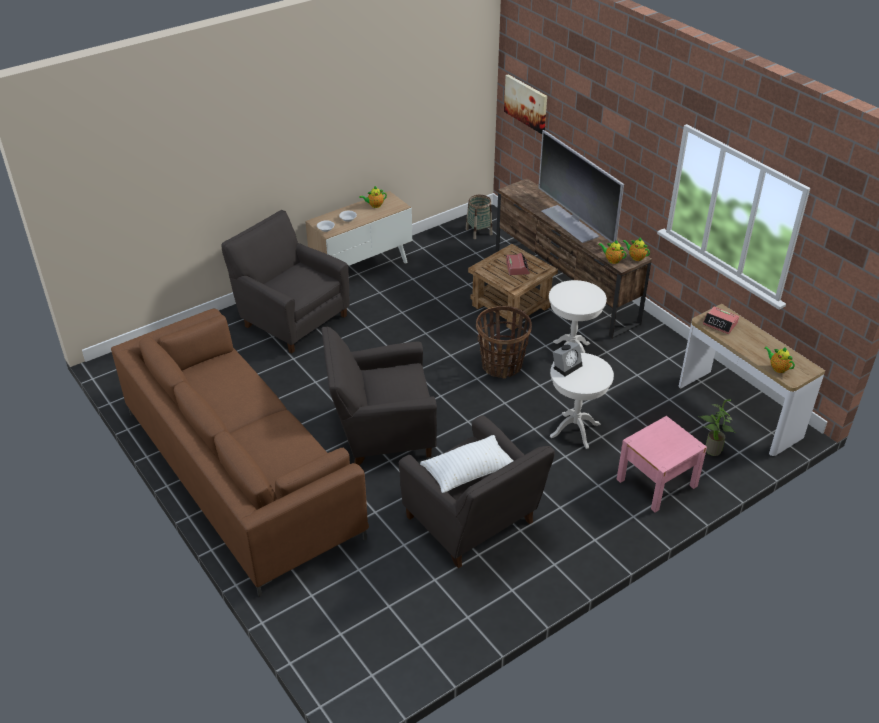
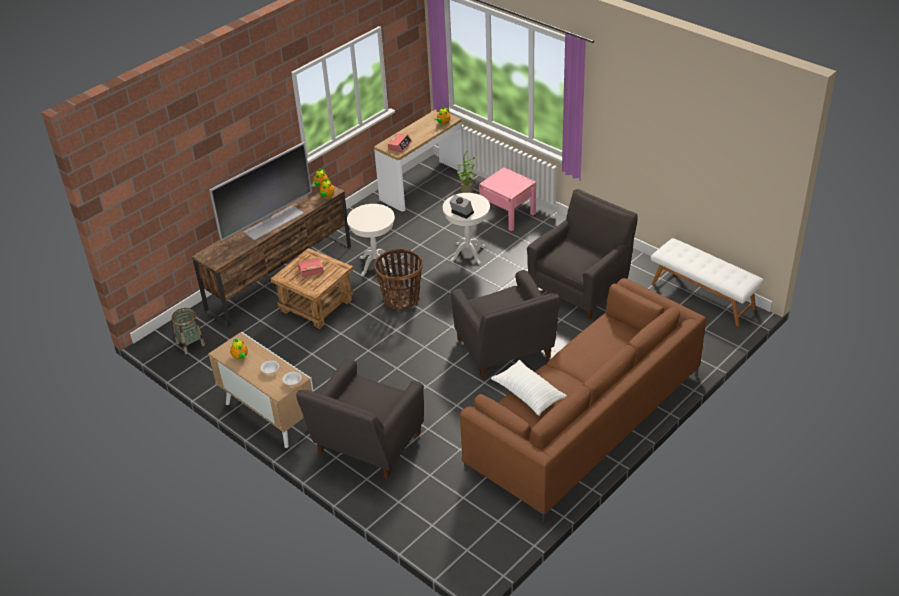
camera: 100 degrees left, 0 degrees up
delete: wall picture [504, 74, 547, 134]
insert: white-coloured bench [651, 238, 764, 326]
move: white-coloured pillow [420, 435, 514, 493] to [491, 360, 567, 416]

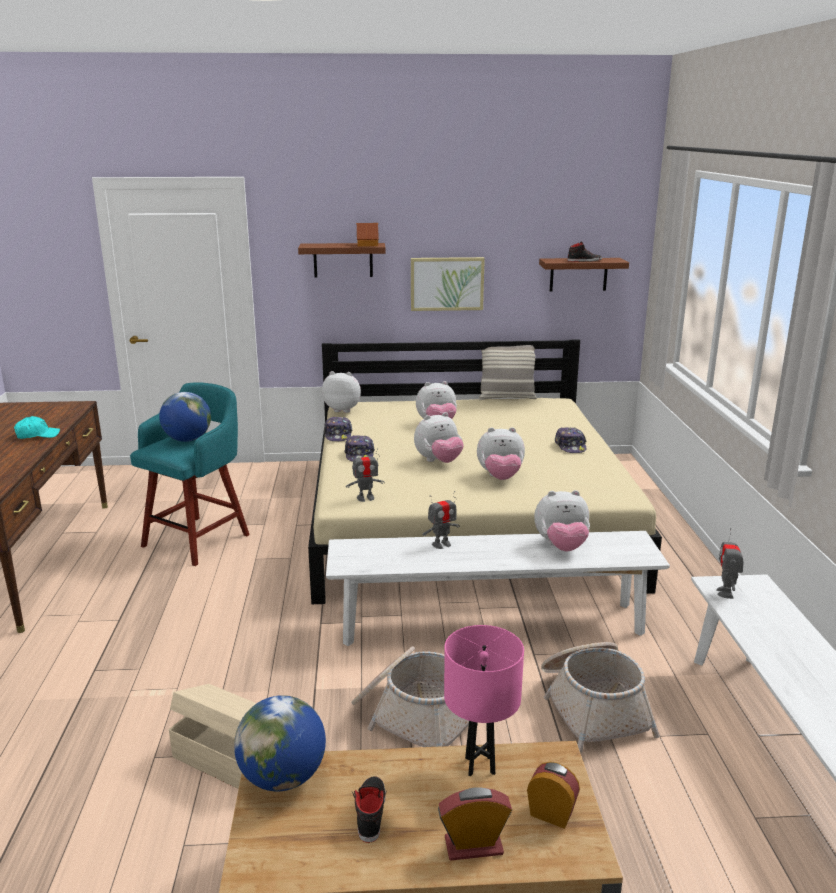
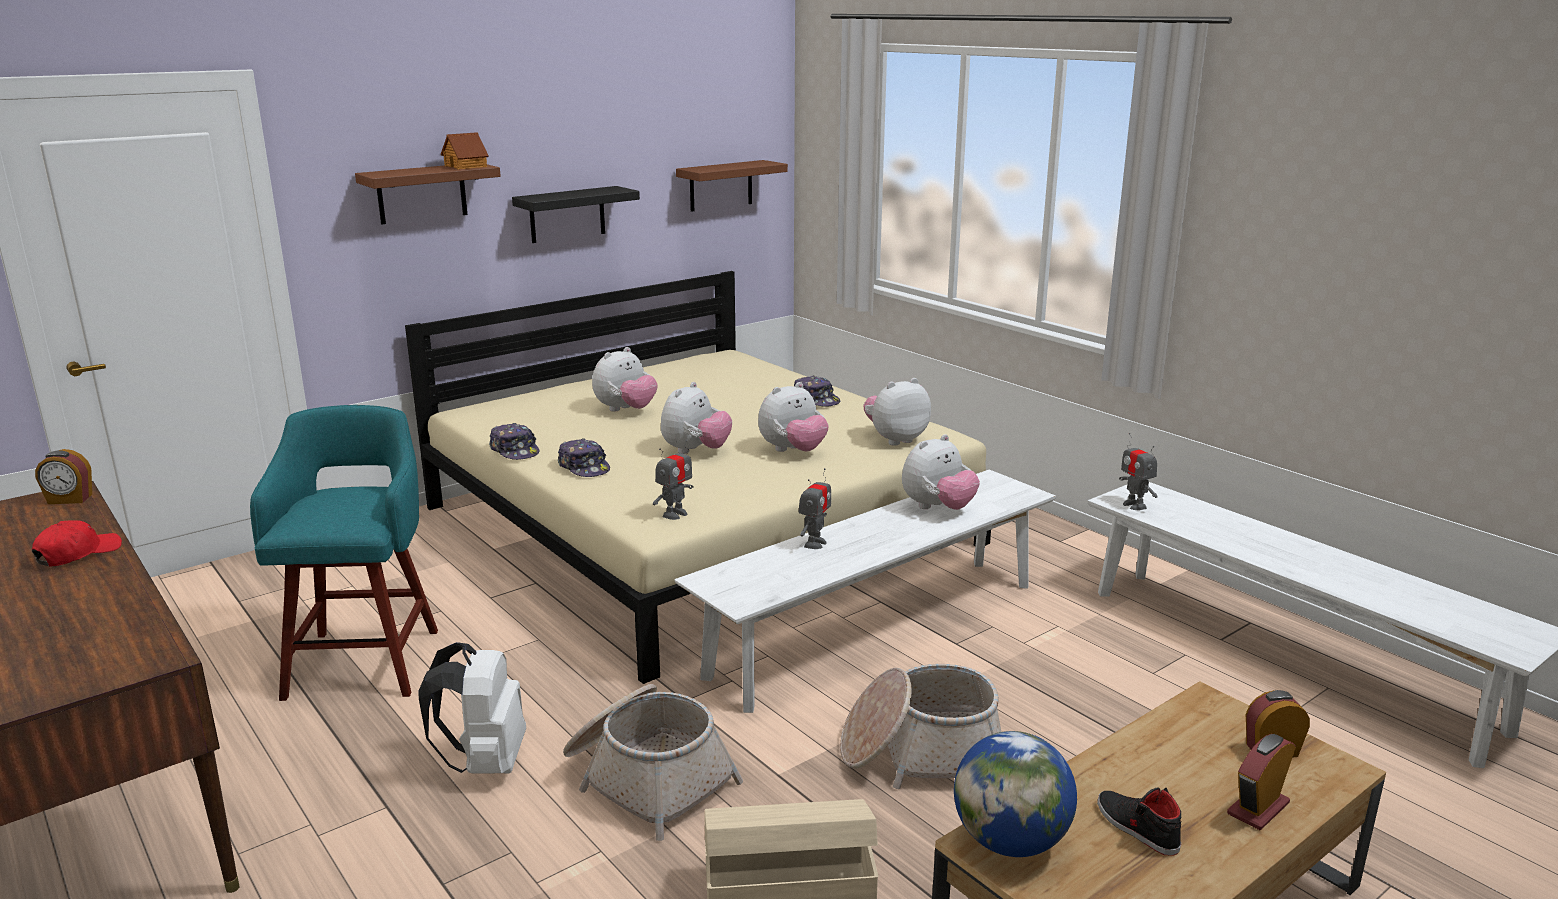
camera: 35 degrees left, 0 degrees up
delete: globe [159, 392, 211, 442]; pink-coloured lamp for a table [444, 625, 524, 776]; pillow [479, 345, 537, 400]; black shoe [567, 241, 602, 262]
insert: bedside clock [35, 449, 92, 504]; white-coloured rucksack [418, 642, 526, 774]
move: plush toy [322, 371, 361, 413] to [863, 378, 931, 446]; household basket [541, 642, 660, 753] to [563, 684, 743, 841]
replace: wall picture [411, 257, 485, 311] to black wall shelf [512, 186, 640, 243]
recolor: blue-green baseball cap [14, 416, 60, 439] to red-coloured baseball cap [32, 520, 122, 567]

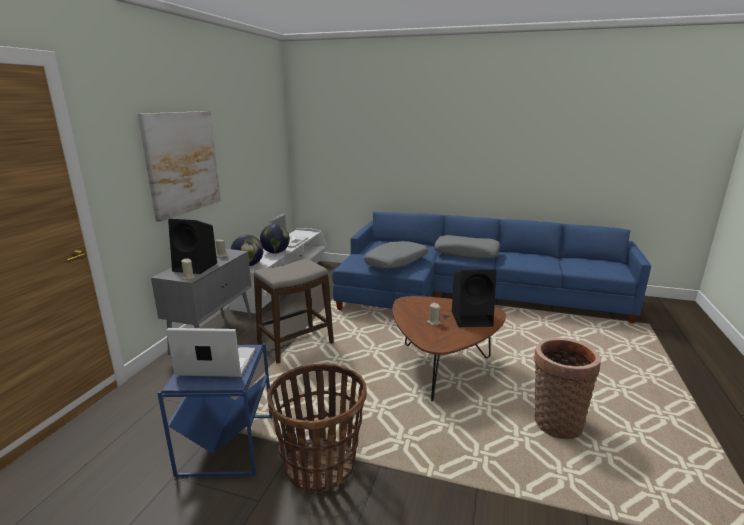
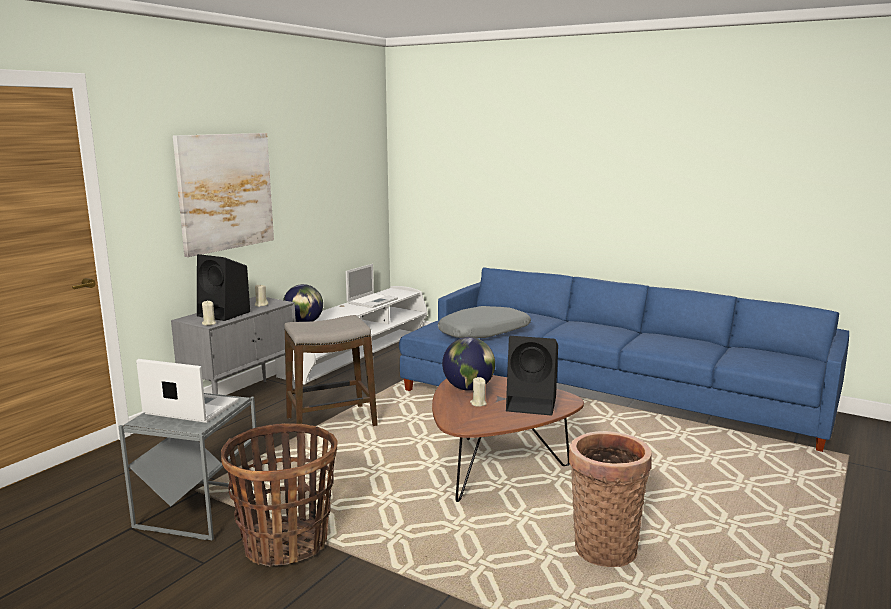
camera: 15 degrees right, 5 degrees down
delete: greyish pillow [434, 235, 500, 259]
move: globe [260, 224, 290, 254] to [442, 337, 495, 391]
recolor: blue side table [157, 343, 272, 477] to greyish side table [118, 393, 256, 540]

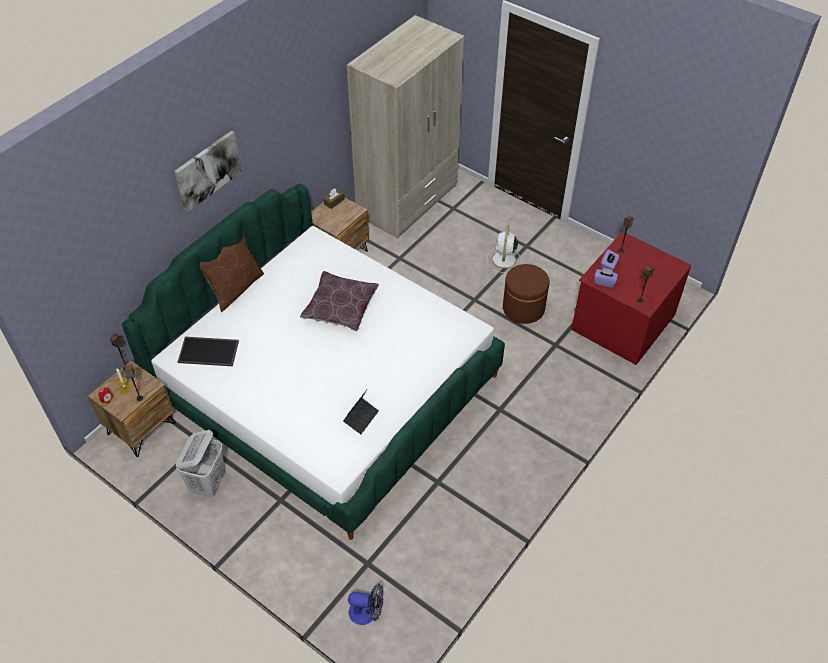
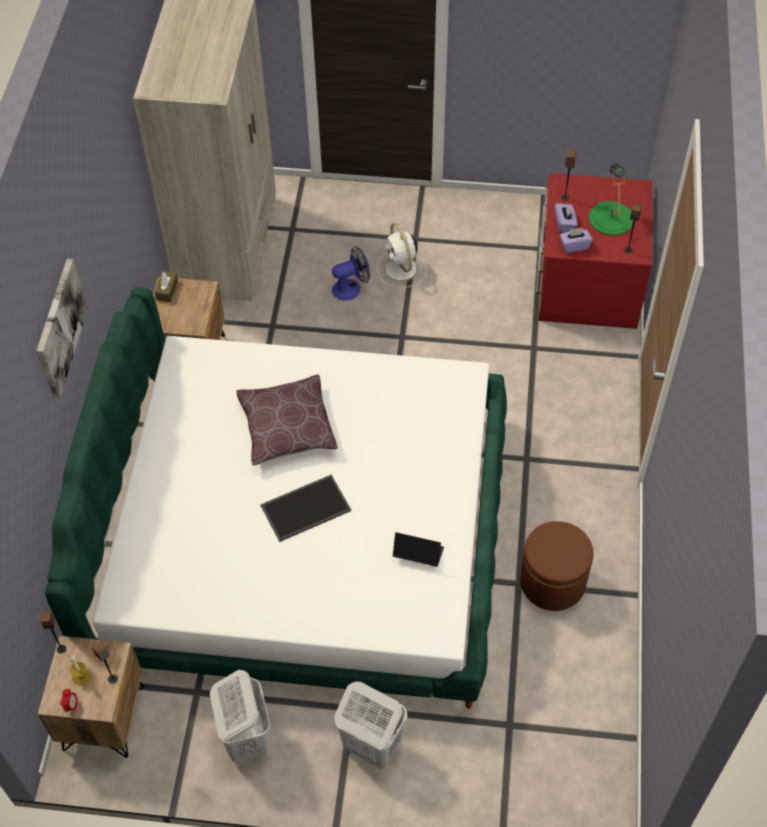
camera: 30 degrees left, 5 degrees up
delete: brown-coloured pillow [200, 233, 264, 312]
insert: white-coloured laundry basket [334, 681, 407, 769]; green lamp for a table [588, 163, 633, 236]
move: carrying tray [178, 337, 239, 366] to [260, 475, 351, 542]; cooling fan [348, 583, 383, 625] to [332, 246, 370, 300]; brown-coloured ottoman [503, 264, 550, 324] to [520, 521, 593, 611]
rotate: portable computer [343, 390, 379, 434] = [393, 532, 444, 567] 75 degrees counterclockwise

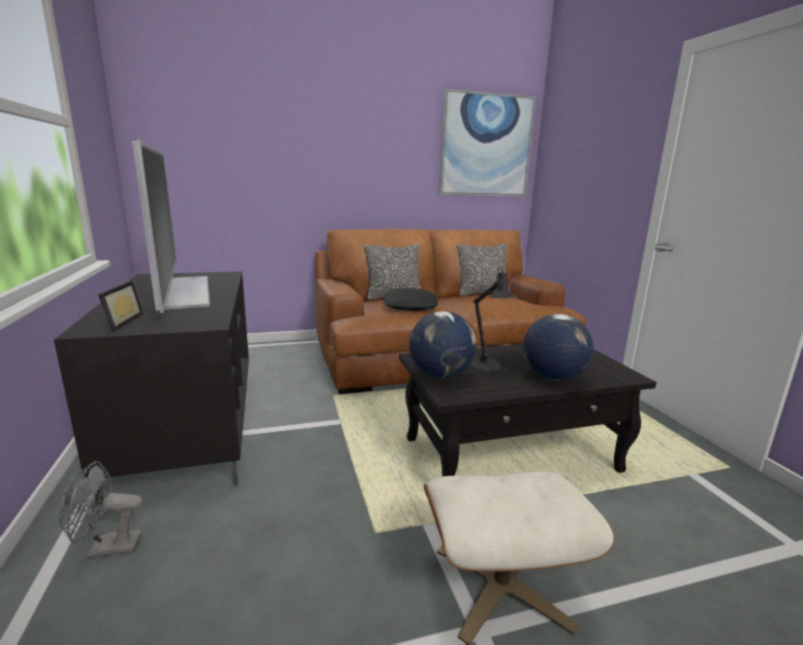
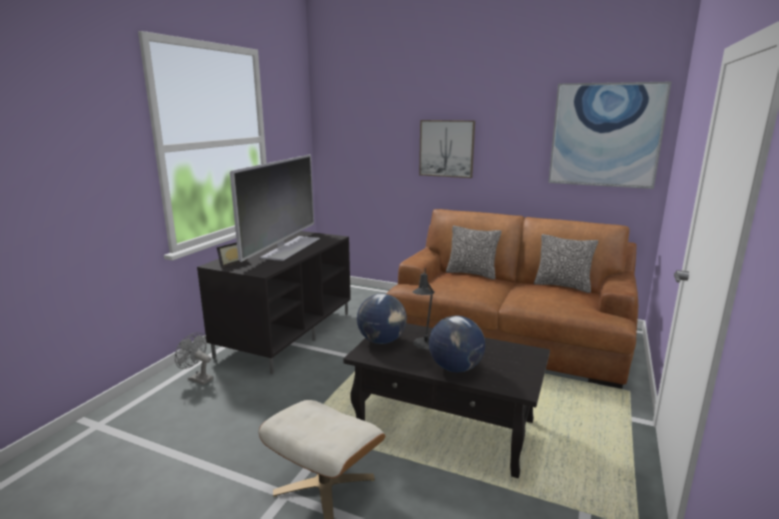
camera: 40 degrees right, 0 degrees up
delete: black pillow [384, 288, 438, 311]
insert: wall picture [419, 120, 475, 178]

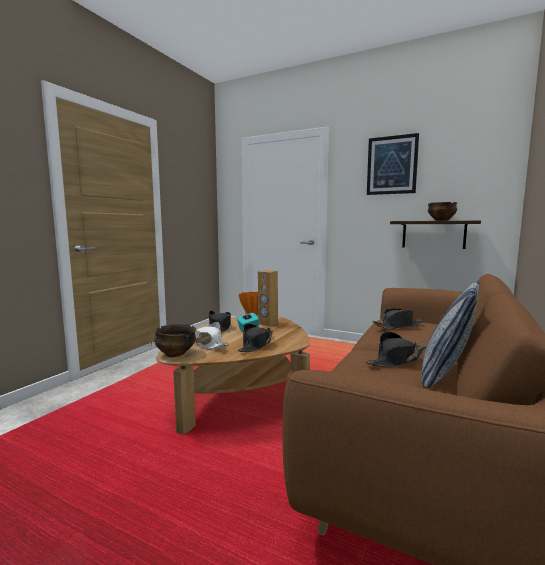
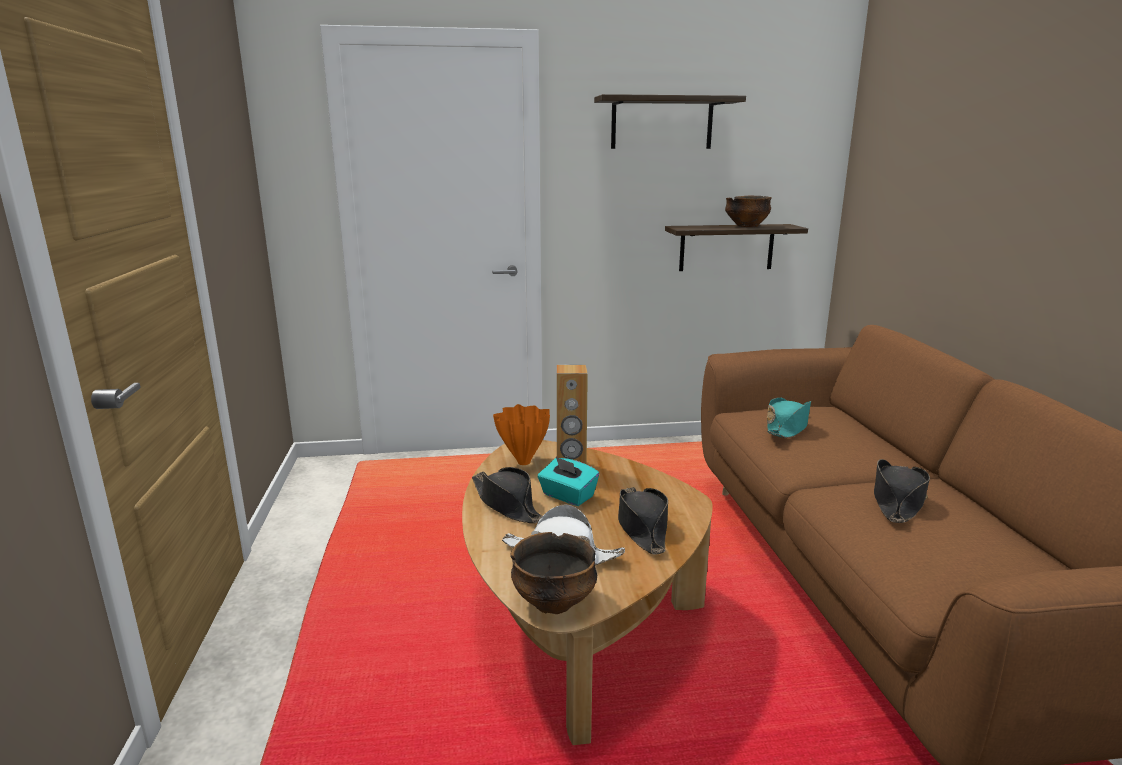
camera: 35 degrees left, 10 degrees up
delete: pillow [422, 281, 479, 388]
replace: wall picture [367, 133, 419, 195] to wall shelf [594, 94, 746, 149]
recolor: black clothing hat [372, 308, 423, 329] to blue-green clothing hat [767, 398, 811, 438]

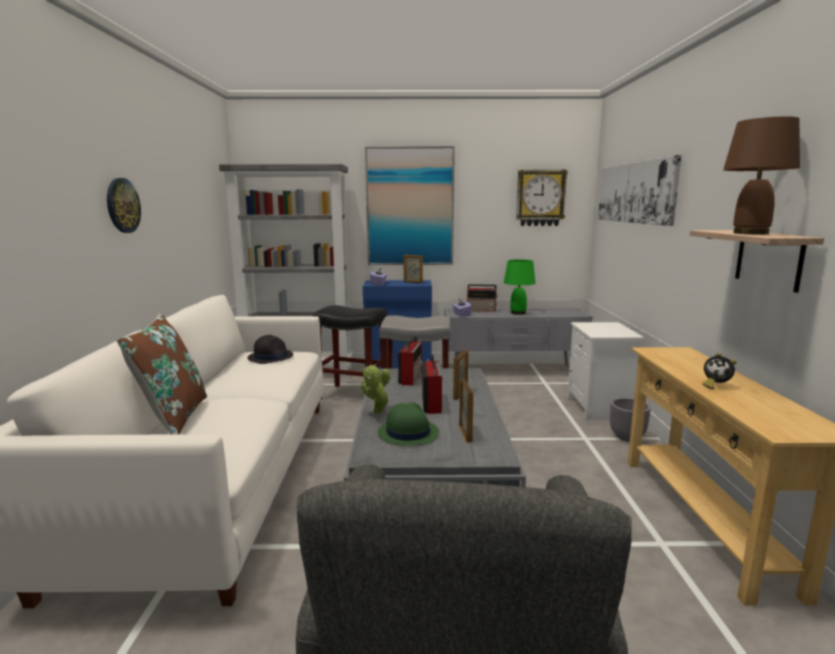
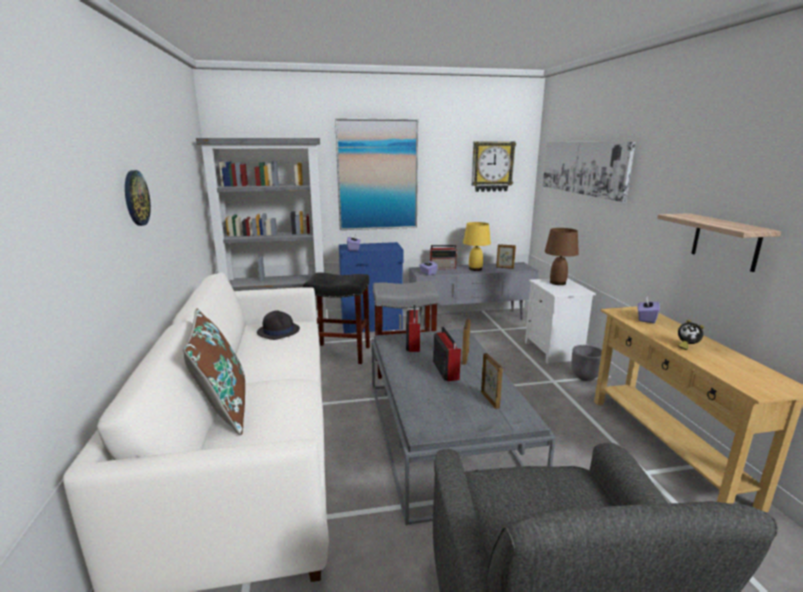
camera: 10 degrees left, 5 degrees up
delete: houseplant [361, 365, 390, 415]; green clothing hat [378, 403, 439, 446]
insert: purple box of tissues [638, 297, 660, 323]
move: photo frame [404, 255, 423, 283] to [496, 244, 516, 269]; brown-coloured lamp for a table [723, 116, 800, 234] to [545, 228, 579, 285]
recolor: green lamp for a table [504, 259, 535, 315] to yellowish lamp for a table [463, 222, 491, 271]

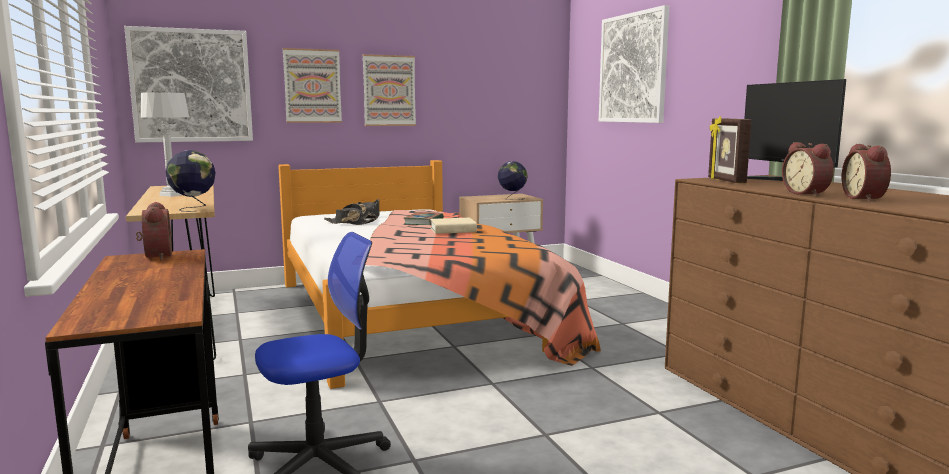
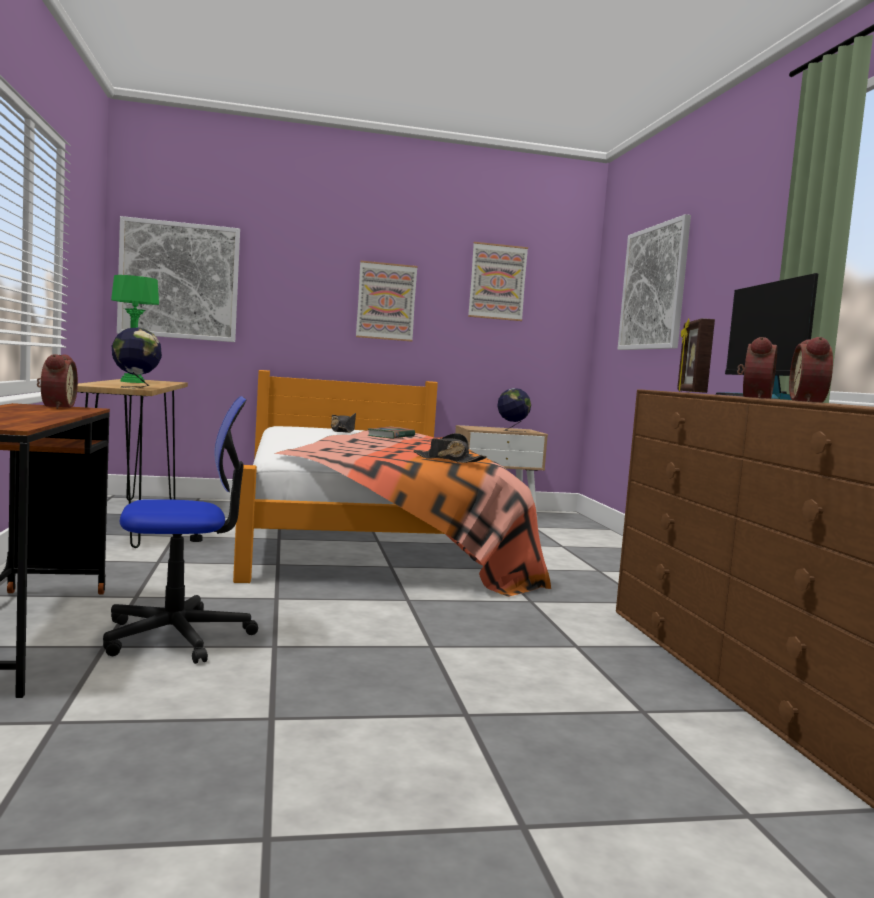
camera: 10 degrees right, 5 degrees down
delete: sand-coloured bound book [430, 218, 477, 234]
move: wall picture [283, 48, 342, 123] to [468, 242, 528, 321]; black clothing hat [324, 203, 376, 225] to [413, 433, 487, 463]
recolor: greyish lamp for a table [141, 92, 189, 197] to green lamp for a table [111, 275, 159, 383]
rotate: bedside clock [782, 142, 834, 196] = [737, 337, 777, 399] 150 degrees counterclockwise

